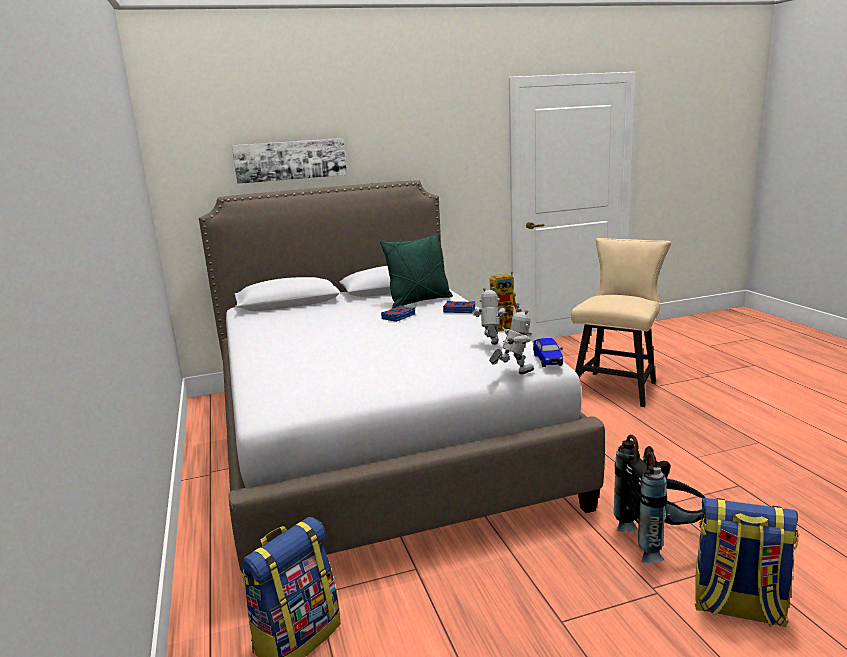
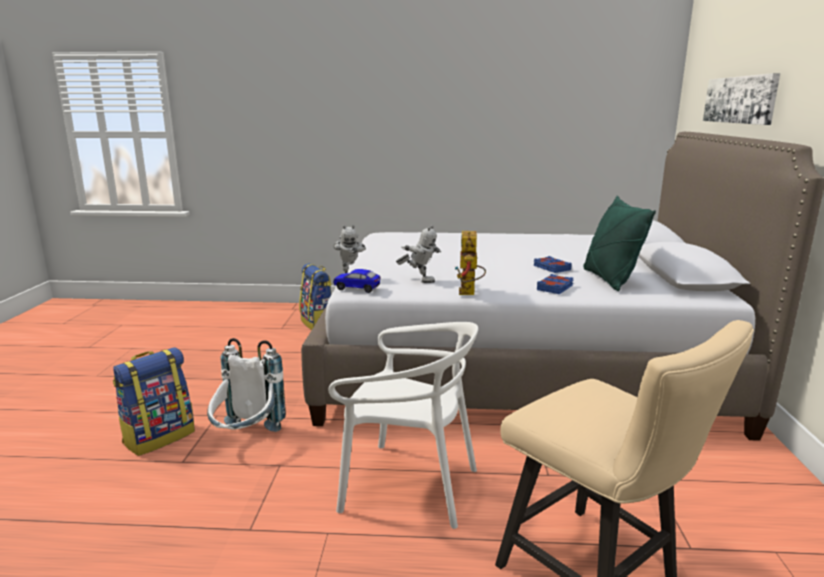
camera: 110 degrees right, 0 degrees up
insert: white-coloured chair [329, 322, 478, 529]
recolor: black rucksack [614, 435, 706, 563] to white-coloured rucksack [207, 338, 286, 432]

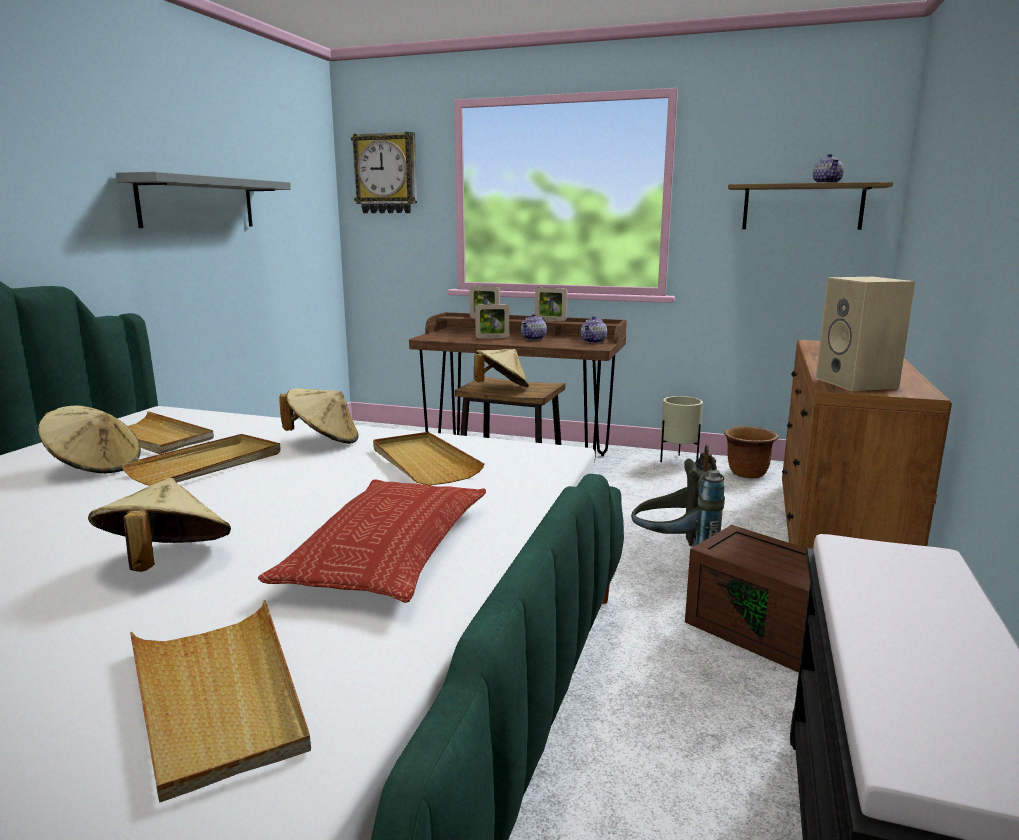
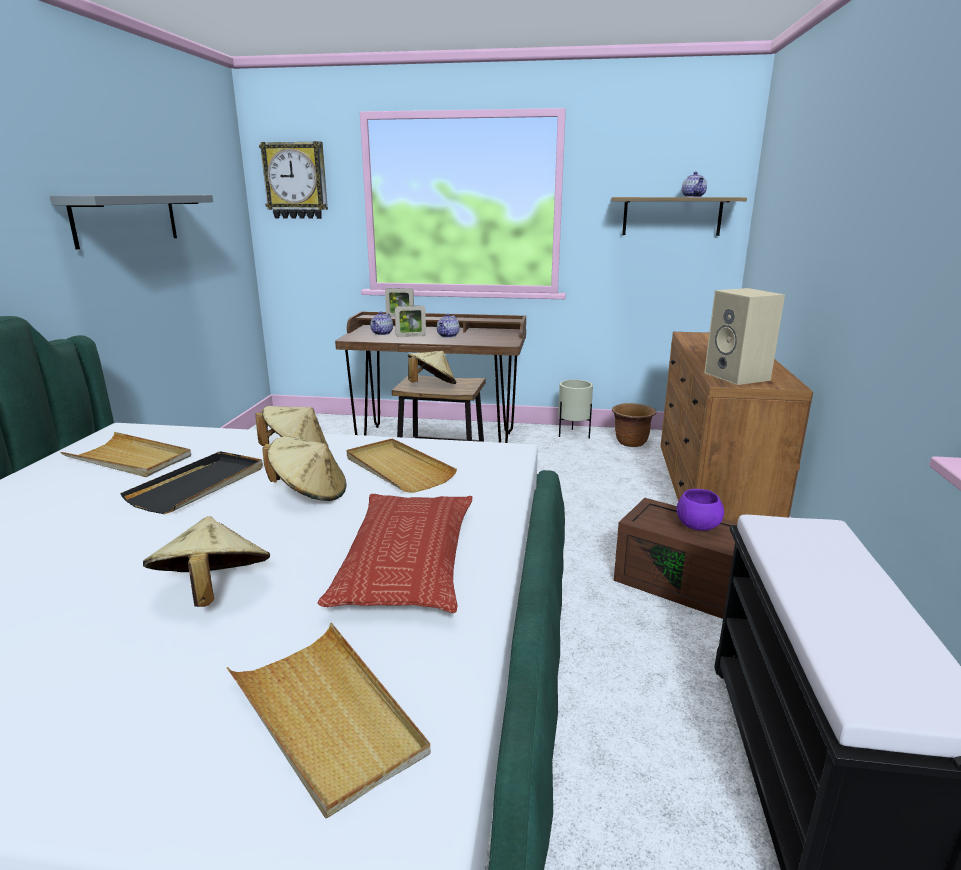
camera: 10 degrees left, 5 degrees up
delete: photo frame [535, 287, 568, 321]; greyish rucksack [631, 445, 725, 547]
insert: purple serving bowl [677, 489, 724, 531]
move: sand-coloured clothing hat [38, 406, 141, 474] to [262, 436, 346, 501]; pot for tea [581, 316, 607, 343] to [370, 311, 393, 335]
recolor: sand-coloured carrying tray [121, 434, 281, 486] to black carrying tray [120, 451, 263, 514]

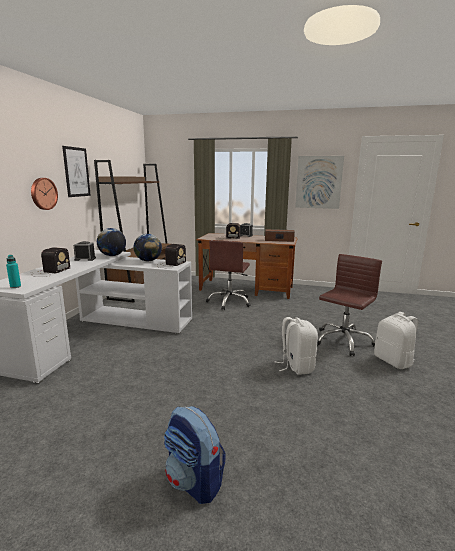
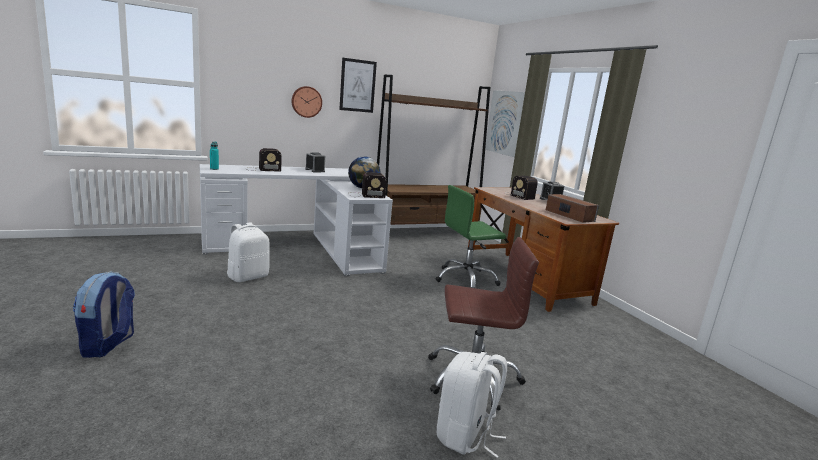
camera: 50 degrees right, 0 degrees up
delete: globe [97, 228, 126, 256]
move: white-coloured rucksack [275, 317, 318, 375] to [227, 222, 270, 282]; wall picture [295, 156, 344, 209] to [485, 90, 525, 157]
recolor: brown-coloured desk chair [206, 240, 251, 310] to green desk chair [435, 185, 506, 288]

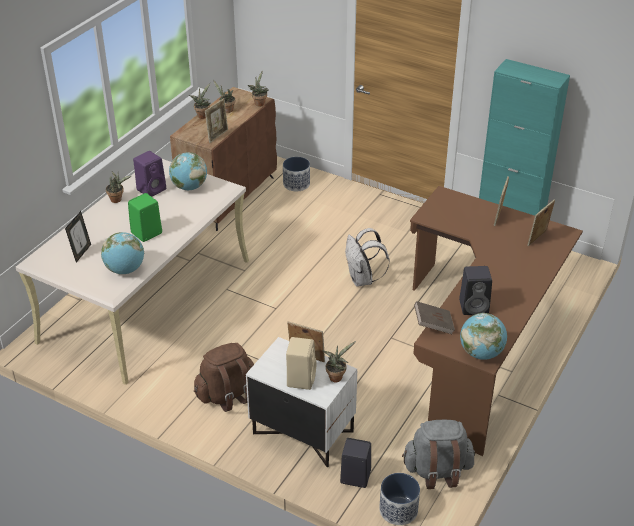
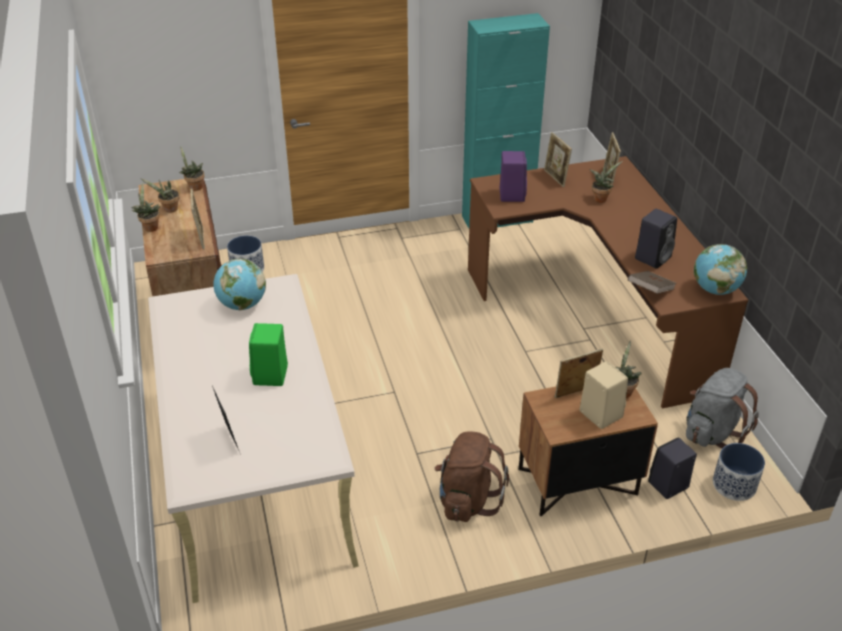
camera: 45 degrees left, 0 degrees up
delete: globe [101, 232, 144, 274]; white-coloured rucksack [345, 228, 390, 287]
move: houseplant [106, 172, 131, 203] to [589, 161, 623, 203]; purple loudspeaker [133, 151, 166, 197] to [500, 151, 527, 202]
recolor: white-coloured nightstand [246, 337, 357, 467] to brown-coloured nightstand [519, 387, 658, 516]

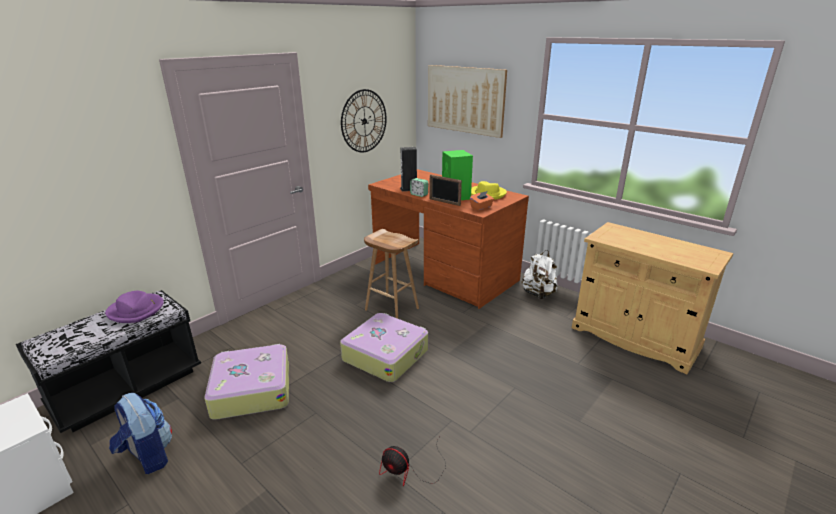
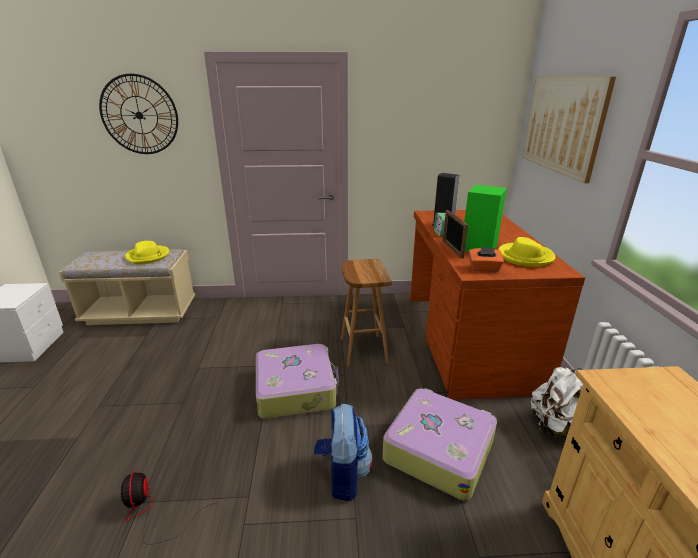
camera: 45 degrees right, 0 degrees up
move: rucksack [109, 393, 172, 474] to [314, 404, 373, 501]; travel case [204, 344, 289, 420] to [382, 388, 497, 501]; wall clock [341, 89, 387, 152] to [99, 74, 178, 154]
recolor: black bench [16, 290, 201, 433] to sand-coloured bench [59, 249, 195, 325]; purple clothing hat [105, 291, 164, 323] to yellowish clothing hat [125, 241, 169, 264]

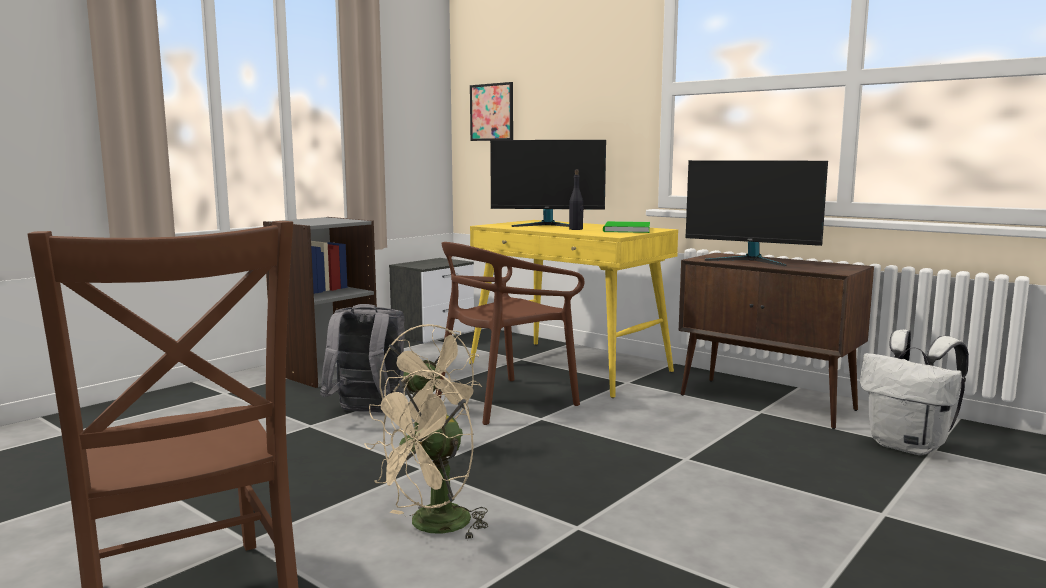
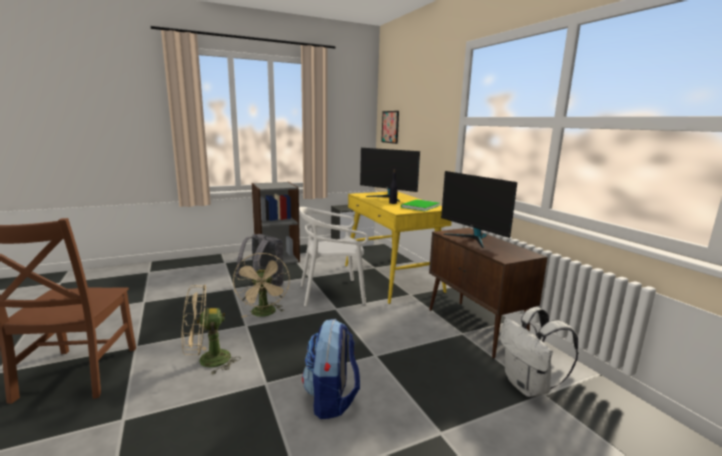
camera: 25 degrees right, 5 degrees up
insert: rucksack [302, 319, 360, 419]
recolor: brown-coloured chair [436, 242, 584, 425] to white-coloured chair [299, 207, 369, 307]

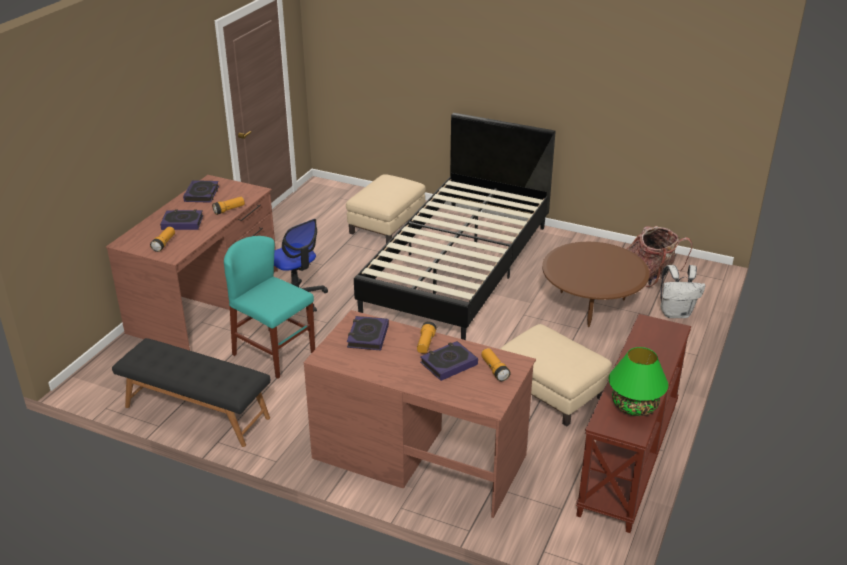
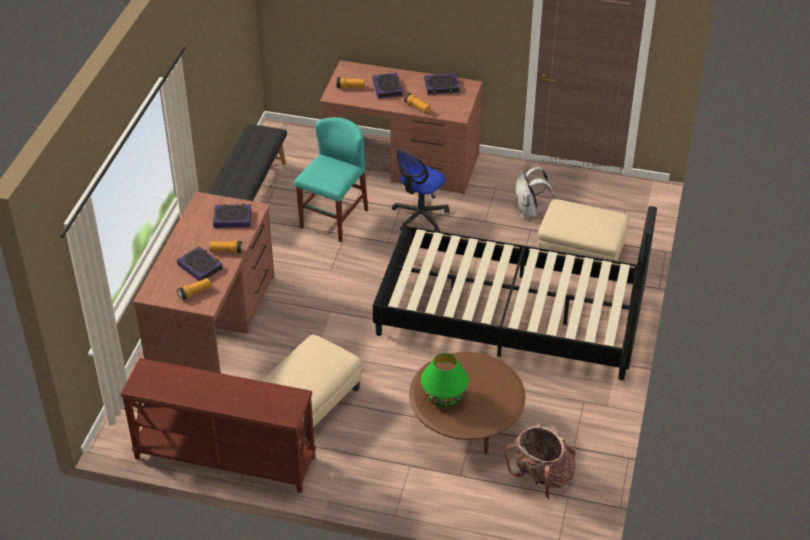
camera: 80 degrees right, 10 degrees up
move: green lamp for a table [609, 347, 668, 416] to [421, 353, 469, 407]; white-coloured rucksack [660, 265, 705, 318] to [515, 167, 554, 218]

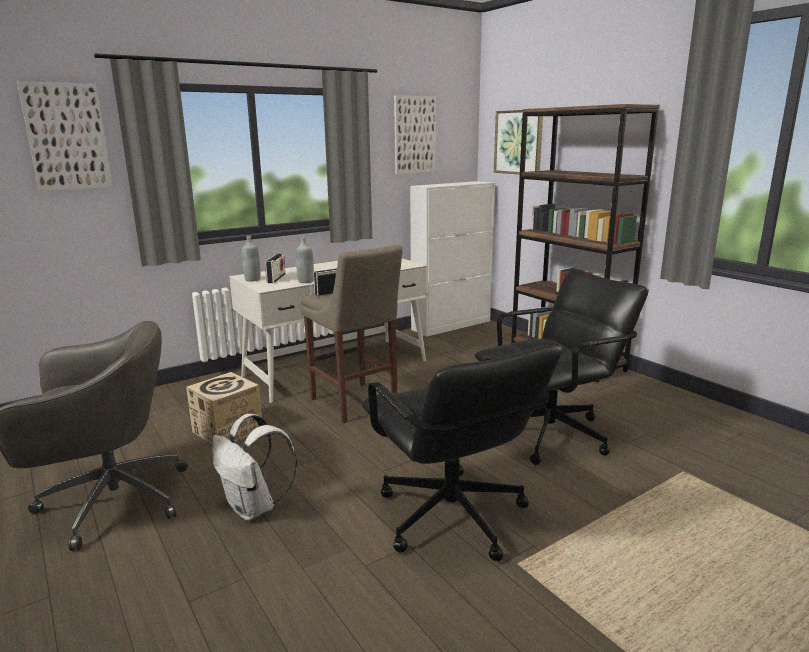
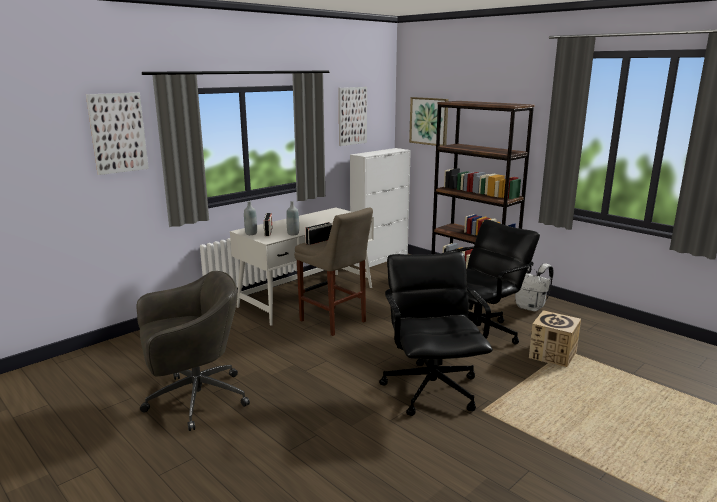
camera: 10 degrees left, 0 degrees up
move: packing box [186, 372, 262, 444] to [529, 310, 581, 367]; white-coloured rucksack [212, 414, 297, 521] to [515, 263, 554, 311]
rotate: black desk chair [362, 345, 562, 561] = [379, 252, 493, 416] 150 degrees counterclockwise

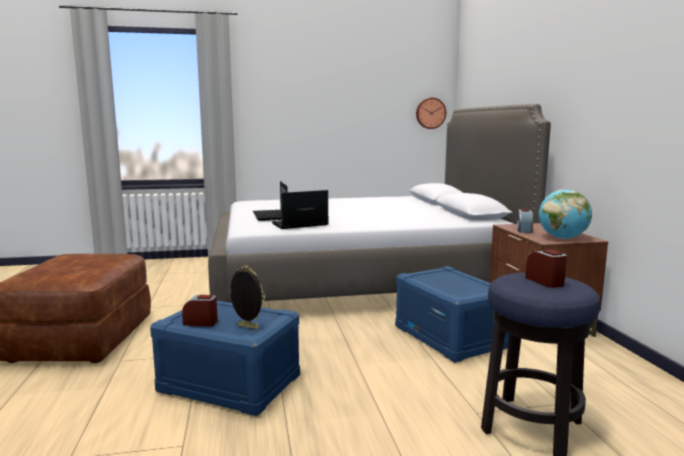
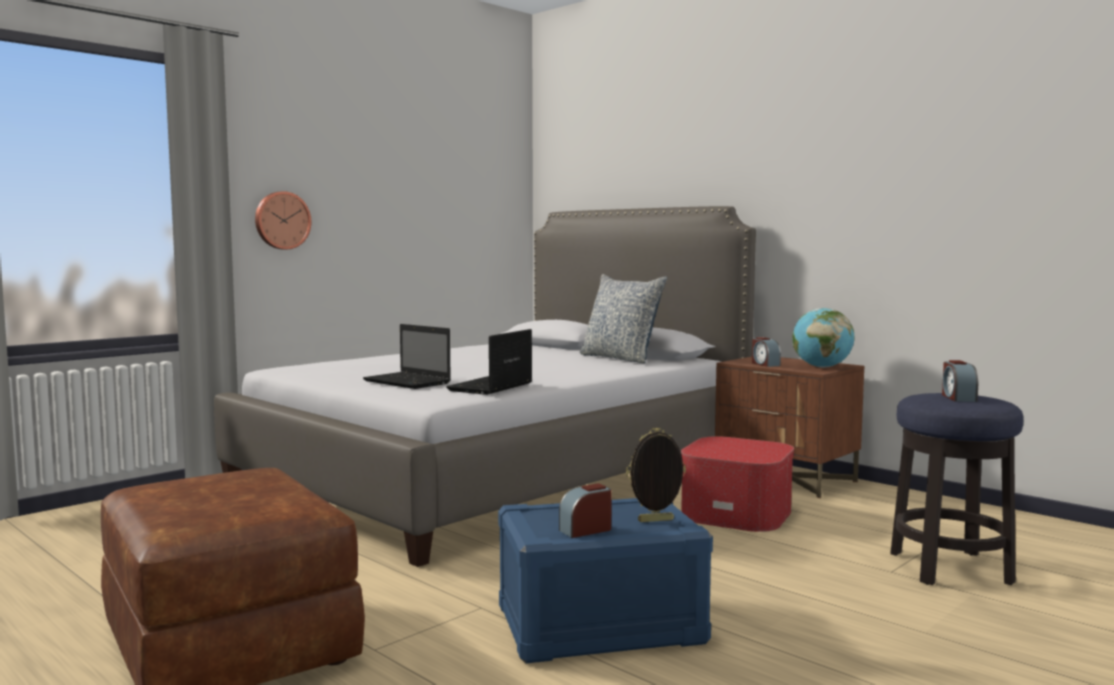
camera: 35 degrees left, 5 degrees down
insert: pillow [580, 274, 667, 363]
move: wall clock [416, 98, 446, 129] to [255, 191, 311, 250]
replace: blue storage container [395, 266, 509, 363] to ottoman [681, 436, 794, 532]
rotate: bedside clock [525, 250, 567, 288] = [942, 360, 978, 402] 120 degrees counterclockwise

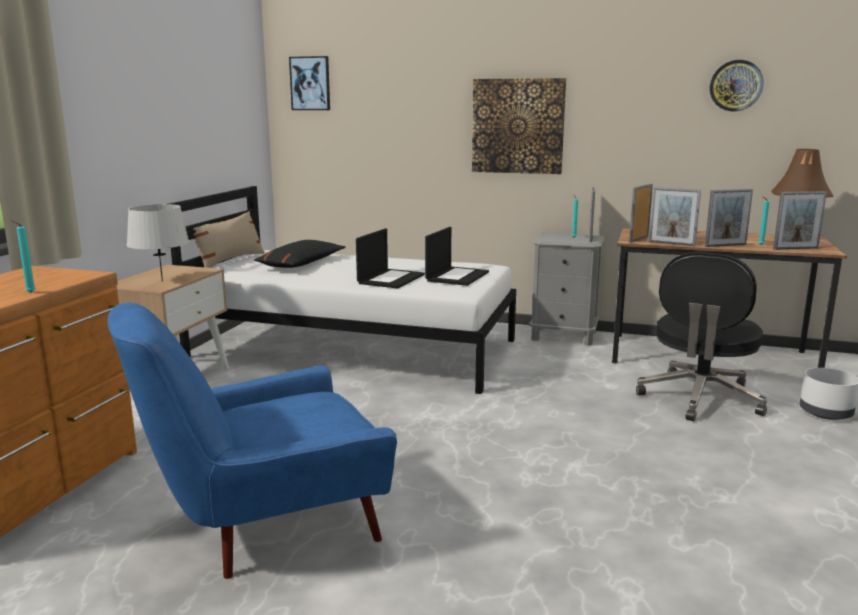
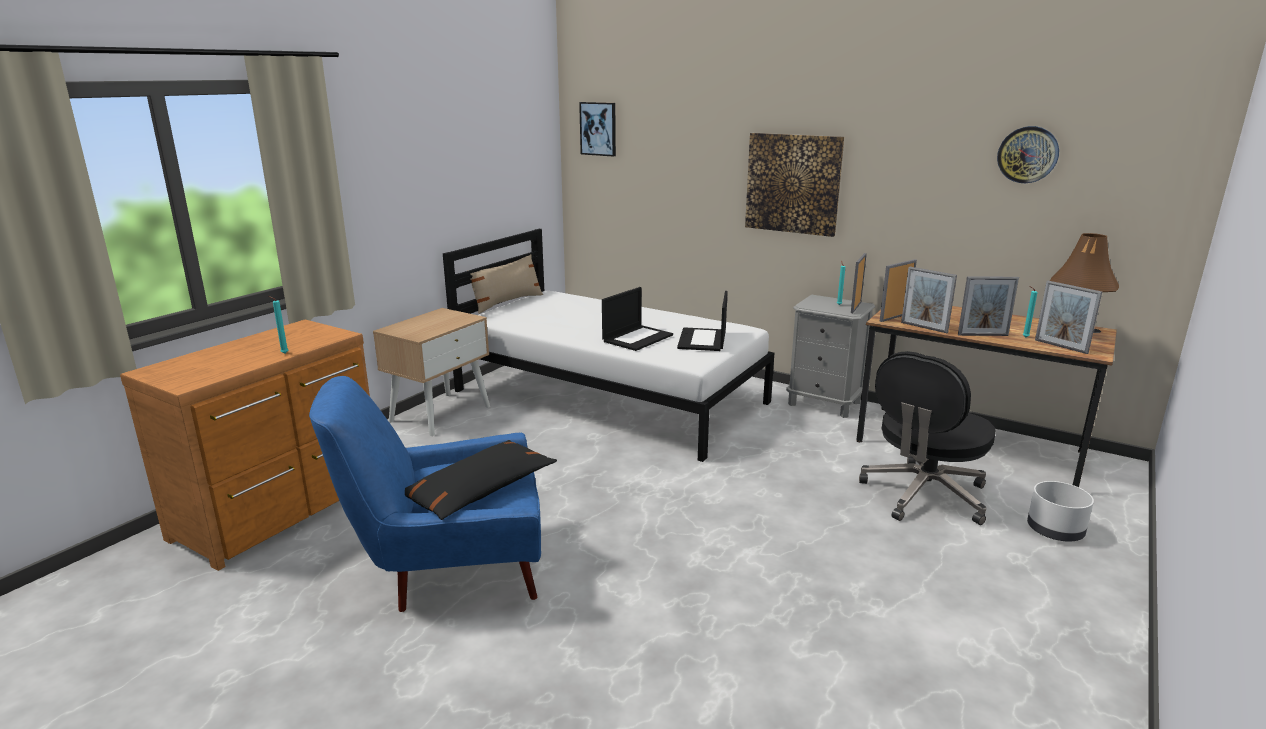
camera: 15 degrees right, 5 degrees up
delete: greyish lamp for a table [126, 204, 189, 282]
move: black pillow [254, 240, 346, 268] to [405, 440, 557, 520]
rotate: portable computer [425, 227, 489, 286] = [677, 291, 728, 351] 150 degrees clockwise; photo frame [773, 191, 827, 250] = [1035, 281, 1102, 354] 45 degrees clockwise

